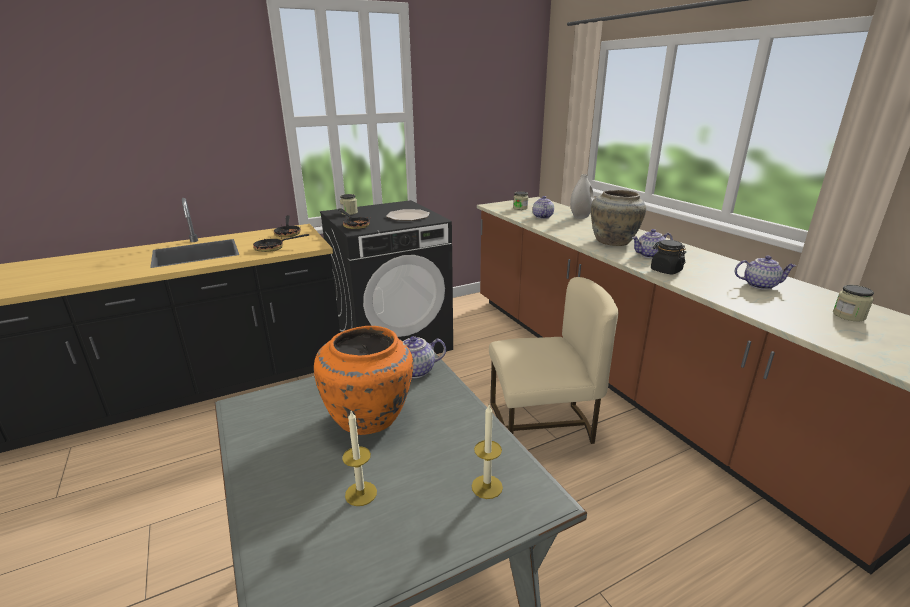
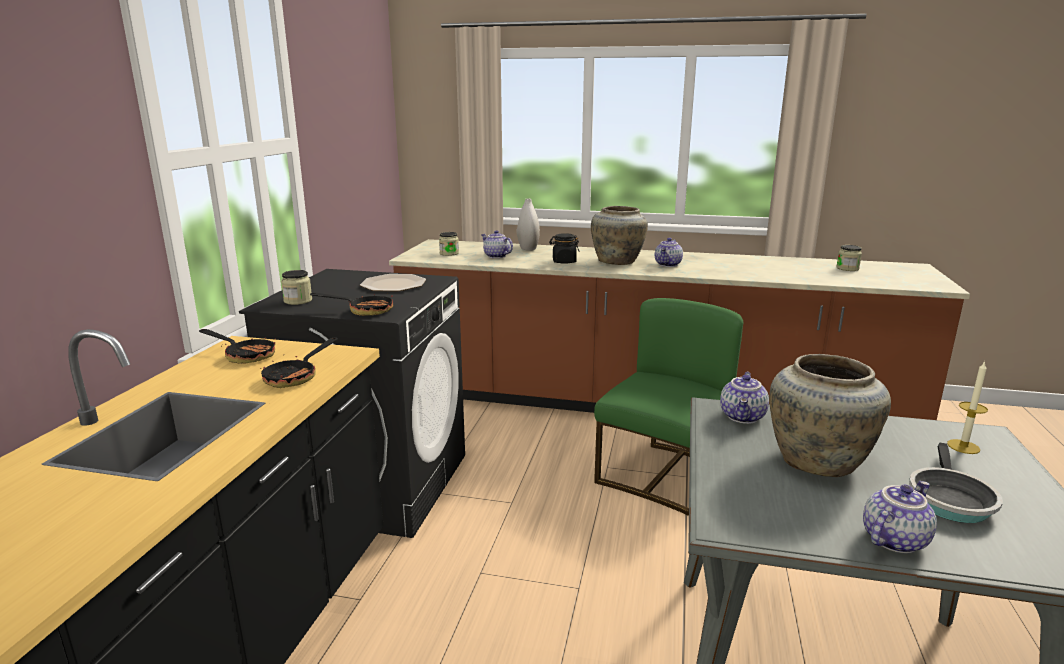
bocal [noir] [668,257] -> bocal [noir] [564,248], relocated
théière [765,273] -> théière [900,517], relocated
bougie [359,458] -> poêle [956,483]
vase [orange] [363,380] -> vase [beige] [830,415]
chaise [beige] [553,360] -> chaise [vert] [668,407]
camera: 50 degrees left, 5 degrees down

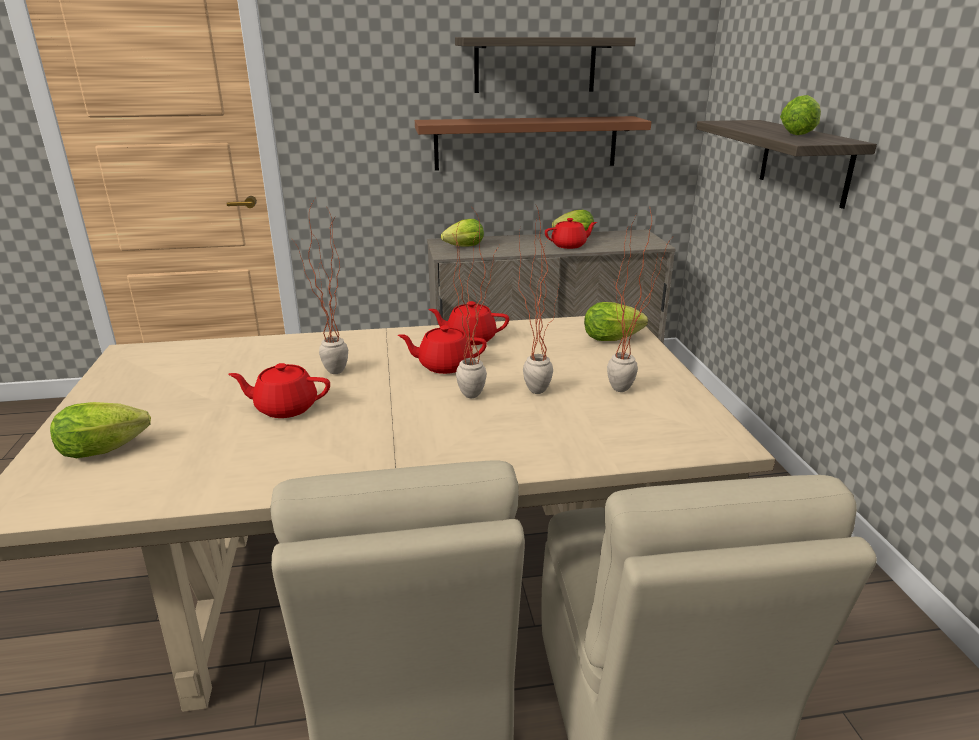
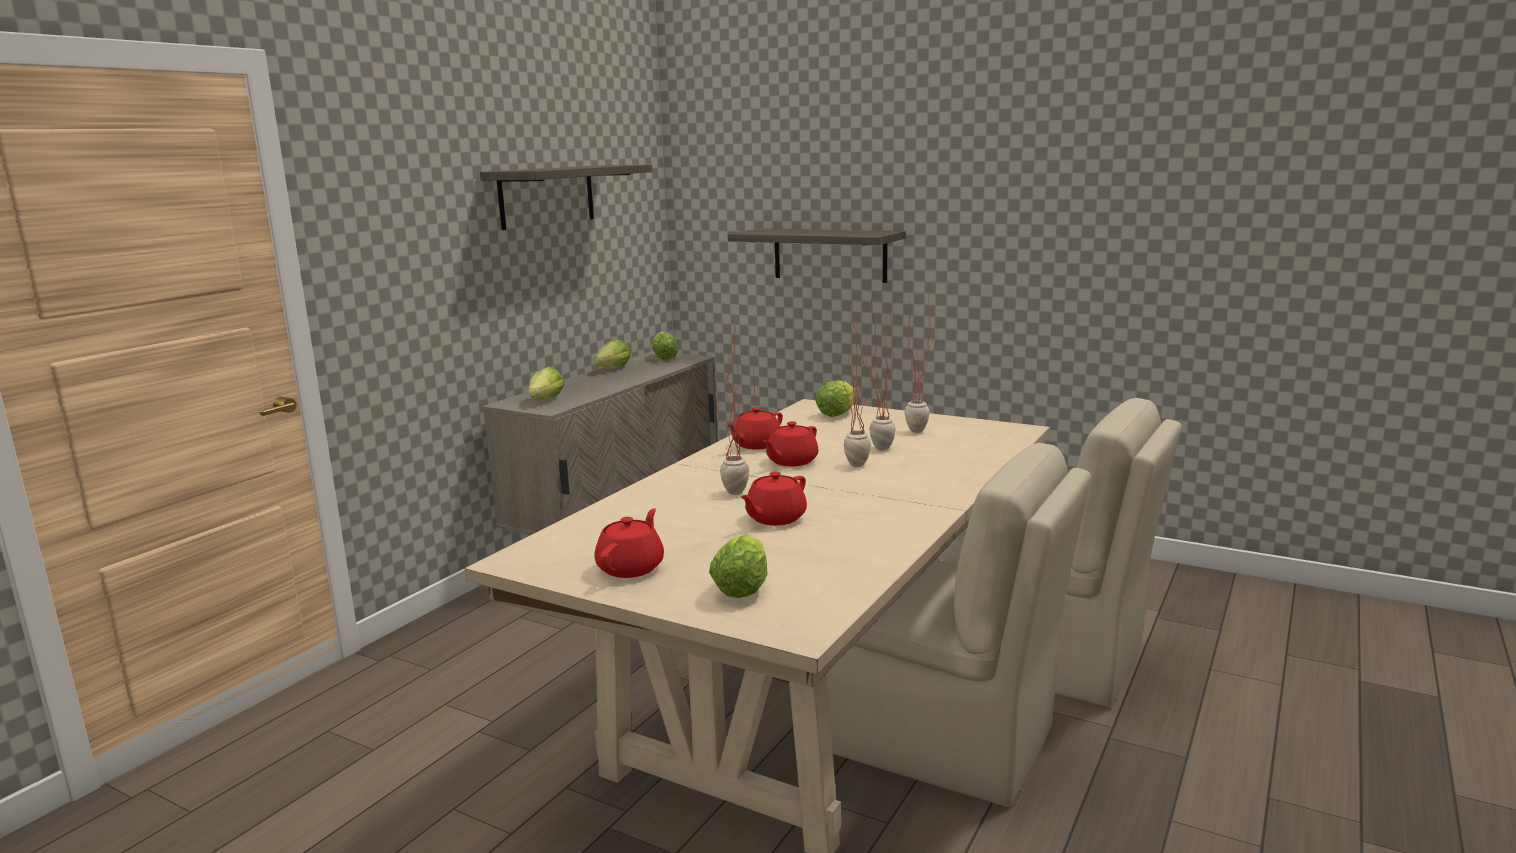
étagère [marron] [533,143] -> none
théière [rouge] [571,233] -> théière [rouge] [629,543], relocated
laitue [800,115] -> laitue [664,345], relocated
camera: 50 degrees left, 10 degrees down

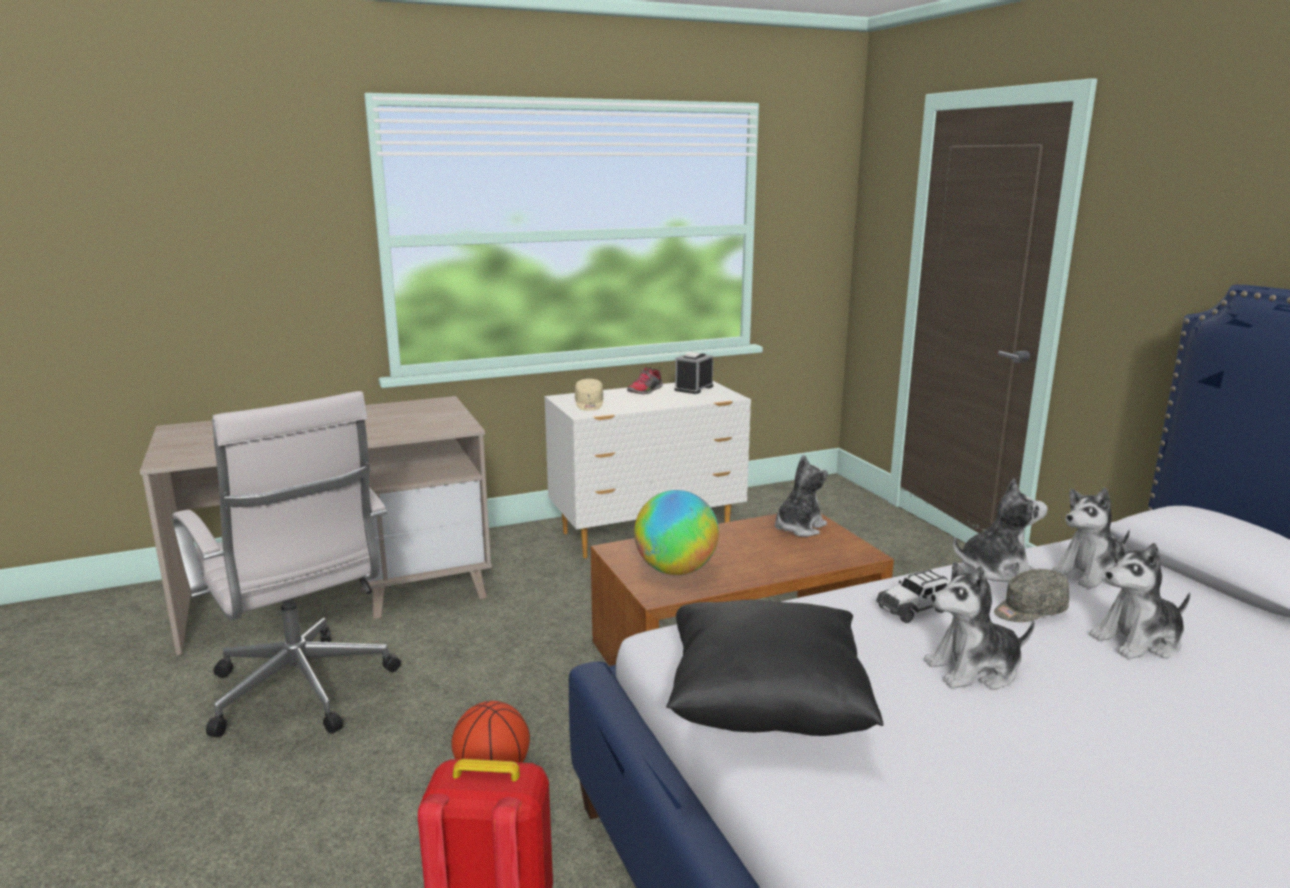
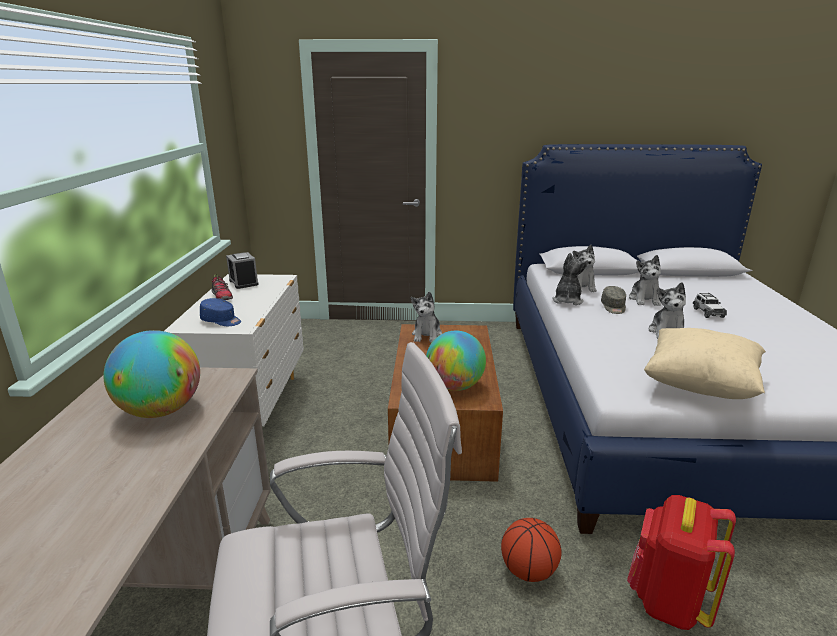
none -> globe [151,374]
petite voiture [913,596] -> petite voiture [710,305], relocated
casquette [beige] [589,395] -> casquette [bleu] [220,312]
coussin [noir] [774,668] -> coussin [beige] [705,363]
peluche [801,496] -> peluche [426,317], 150 degrees counterclockwise
camera: 65 degrees left, 5 degrees up

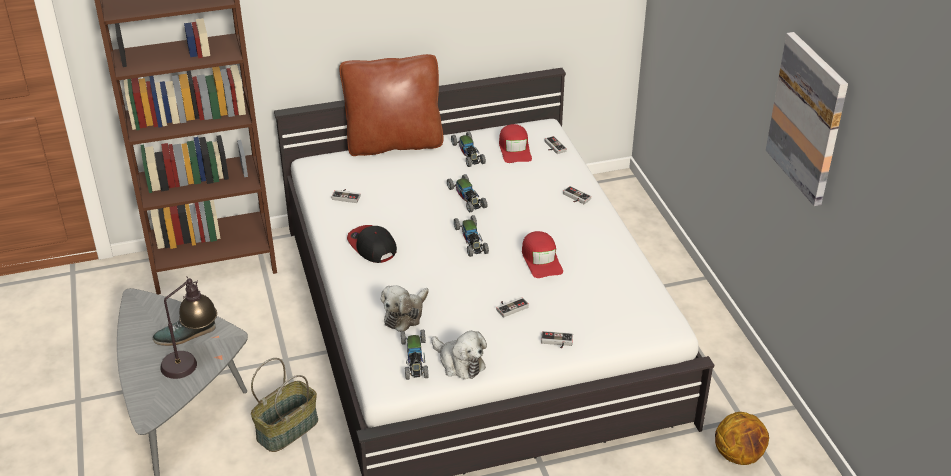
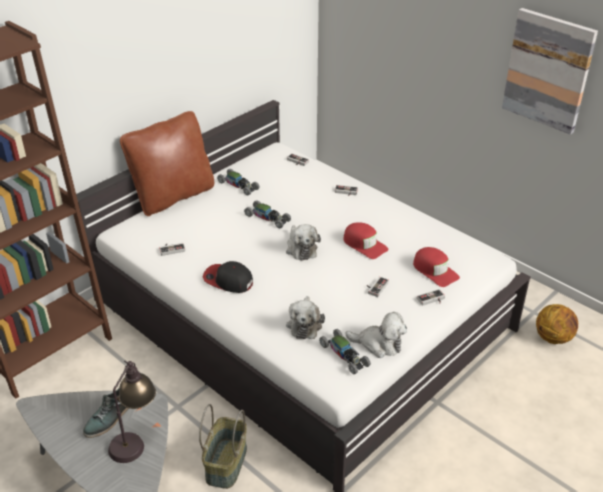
casquette [rouge] [515,143] -> casquette [rouge] [436,267], relocated
petite voiture [471,236] -> peluche [303,242]
camera: 30 degrees left, 0 degrees up

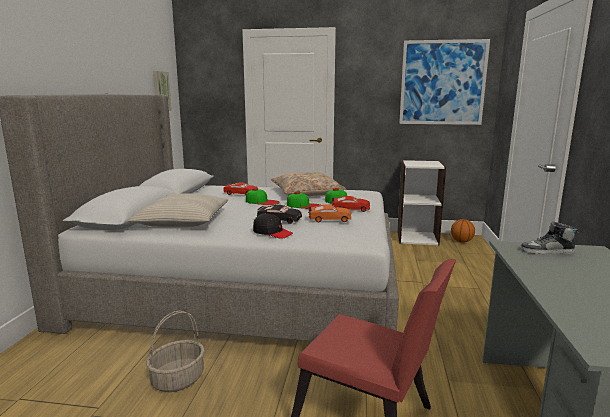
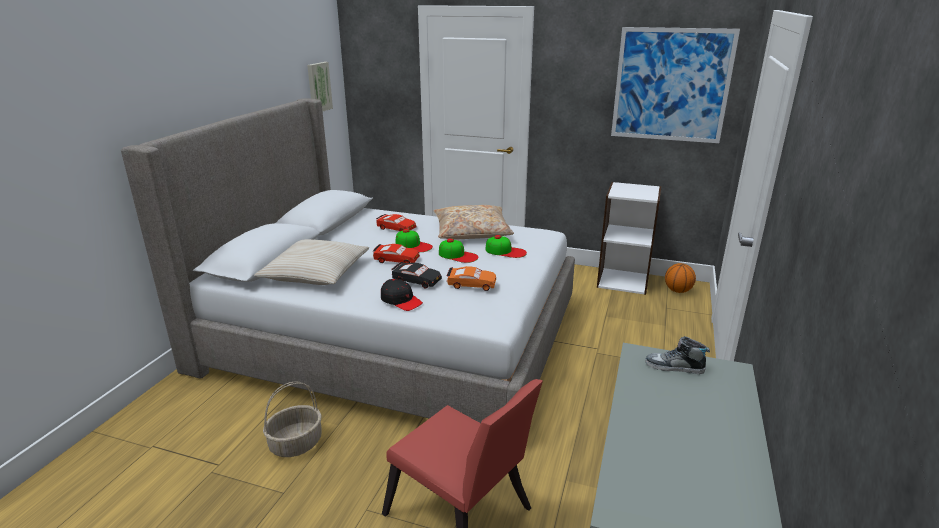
petite voiture [rouge] [351,204] -> petite voiture [rouge] [396,253], relocated
camera: 10 degrees right, 10 degrees up

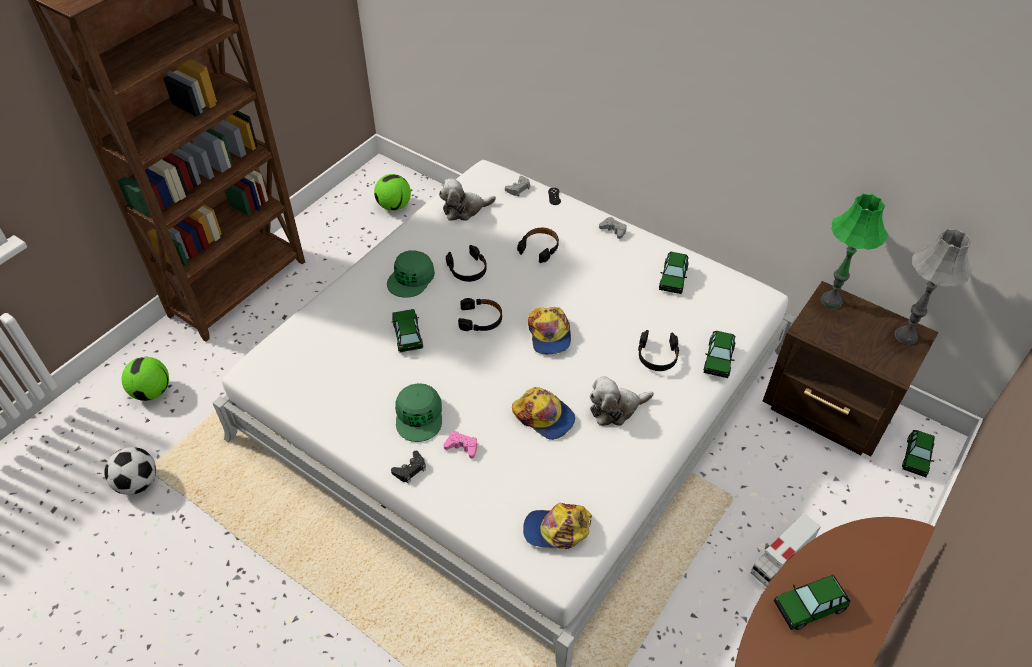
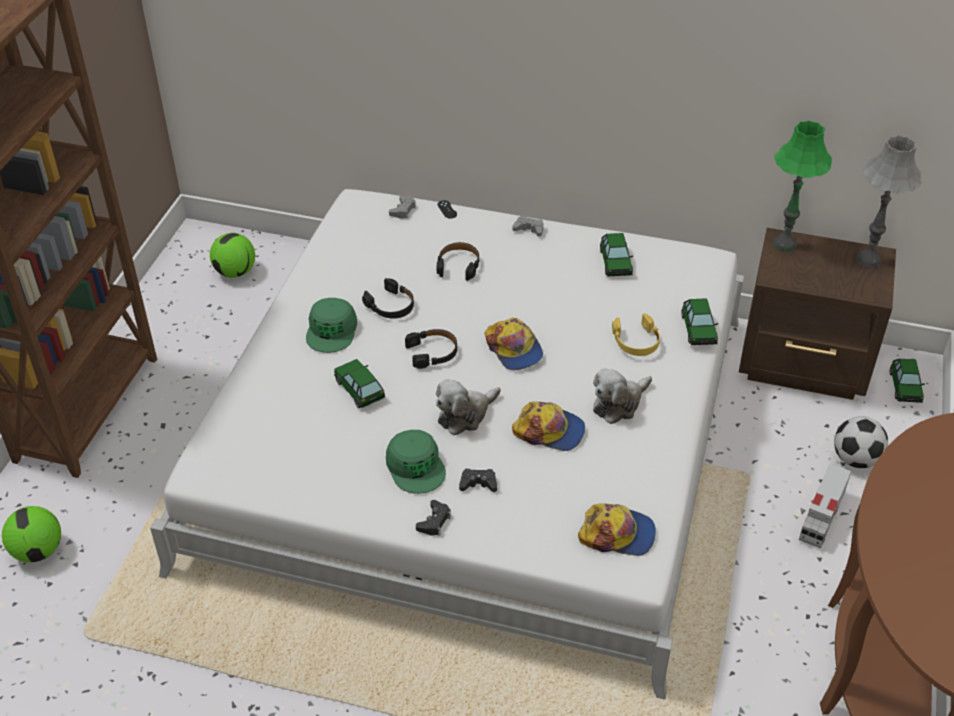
petite voiture [812,602] -> none
ballon de foot [130,471] -> ballon de foot [861,442], relocated
peluche [467,199] -> peluche [468,407], relocated
manette [rose] [460,444] -> manette [noir] [478,480]
casque audio [noir] [658,350] -> casque audio [jaune] [636,334]
casquette [557,526] -> casquette [617,529], 150 degrees counterclockwise
camera: 20 degrees left, 5 degrees down

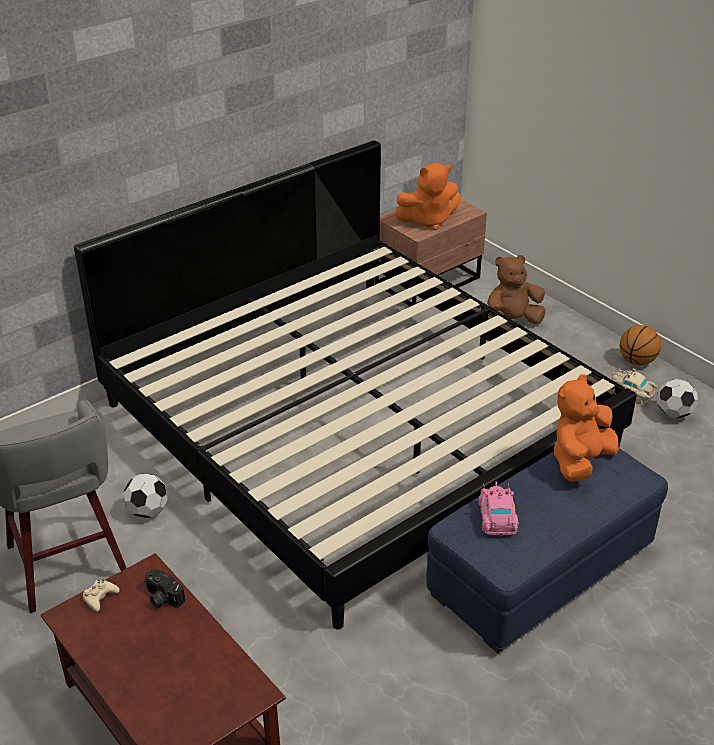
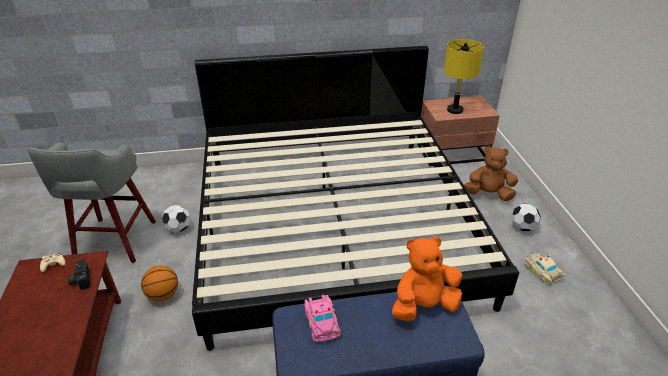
ballon de basket [640,345] -> ballon de basket [159,283], relocated
ballon de foot [677,398] -> ballon de foot [526,217], relocated
peluche [orange] [427,196] -> lampe de table [jaune] [464,76]
petite voiture [rose] [498,508] -> petite voiture [rose] [322,318], 135 degrees clockwise
camera: 30 degrees right, 0 degrees up

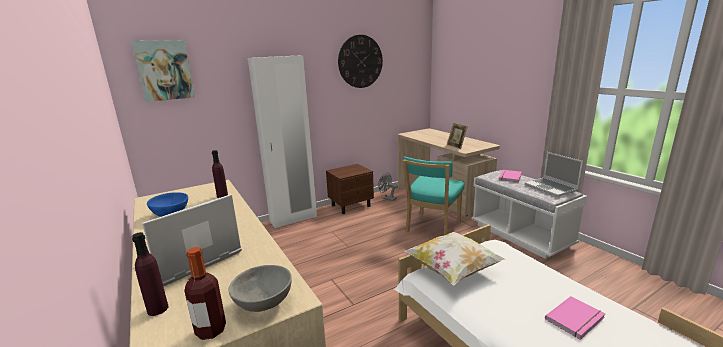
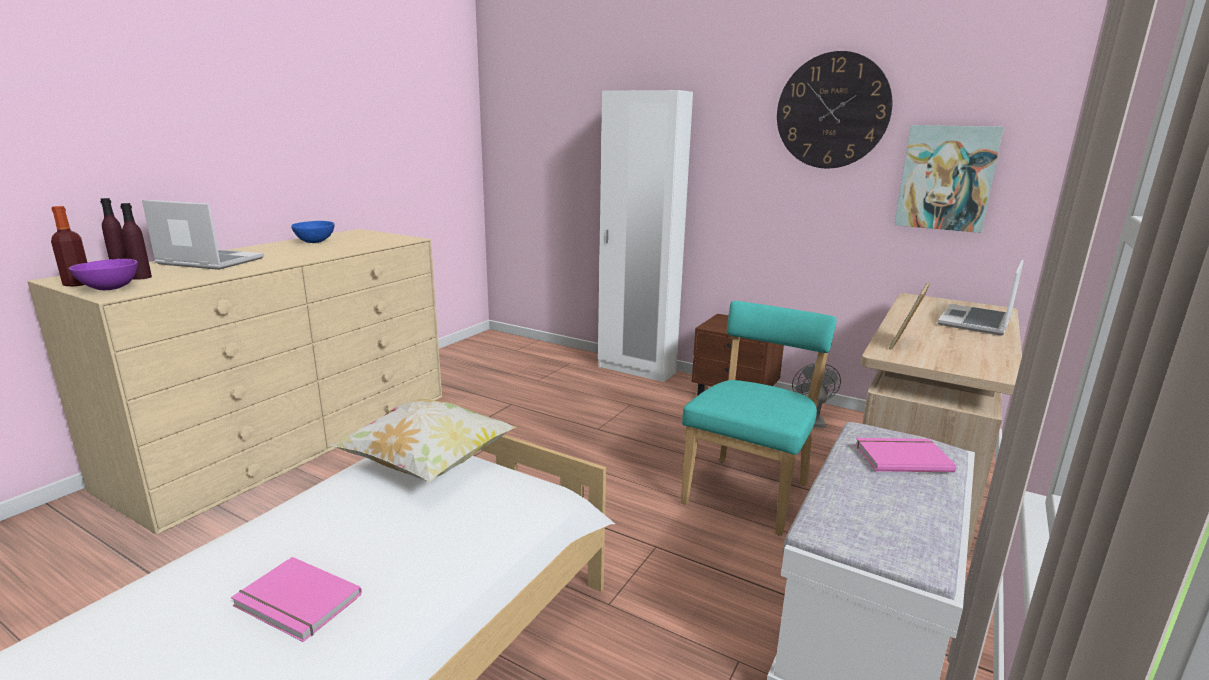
tableau [163,71] -> tableau [949,179], relocated
bouteille [violet] [220,174] -> bouteille [violet] [136,241], relocated
ordinateur portable [554,174] -> ordinateur portable [981,298], relocated
bol [gris] [260,288] -> bol [violet] [103,274]
chaise [turquoise] [433,195] -> chaise [turquoise] [759,418], 120 degrees clockwise
camera: 60 degrees right, 0 degrees up

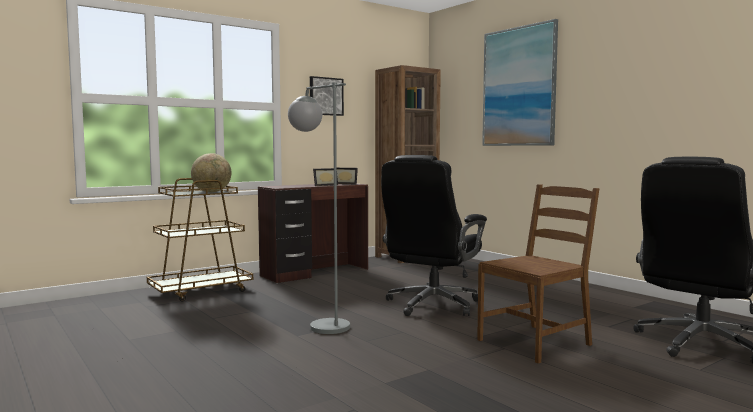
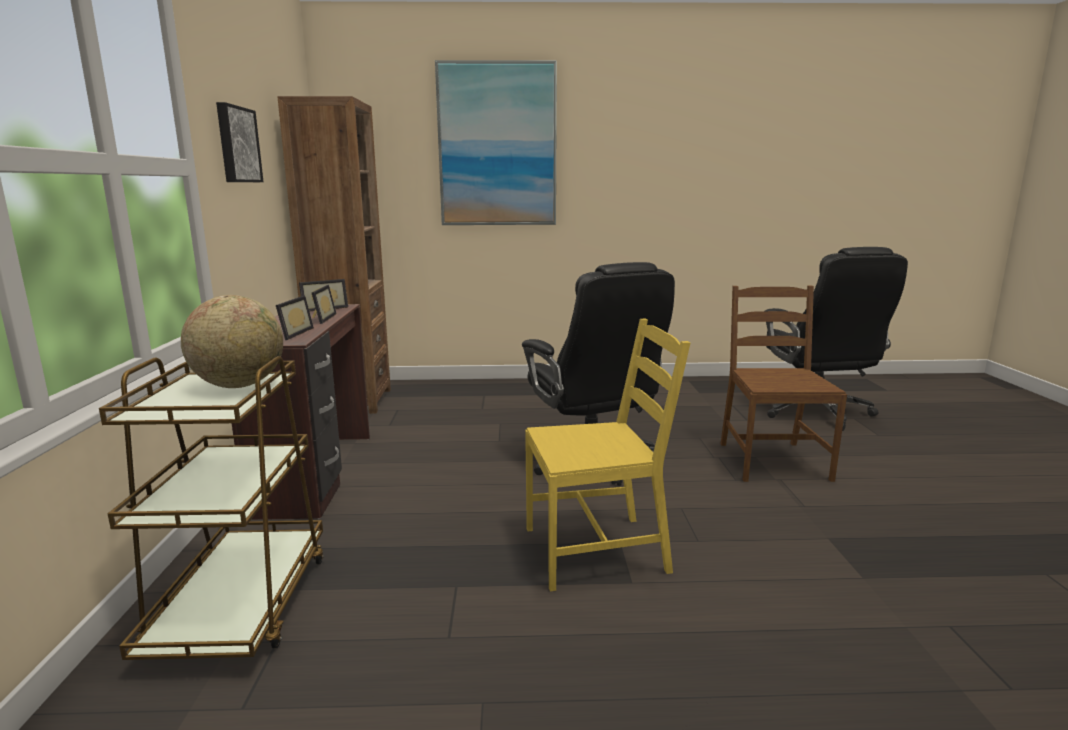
none -> cadre photo [295,318]
lampadaire [gris] [319,208] -> chaise [jaune] [607,455]
camera: 55 degrees left, 10 degrees up

